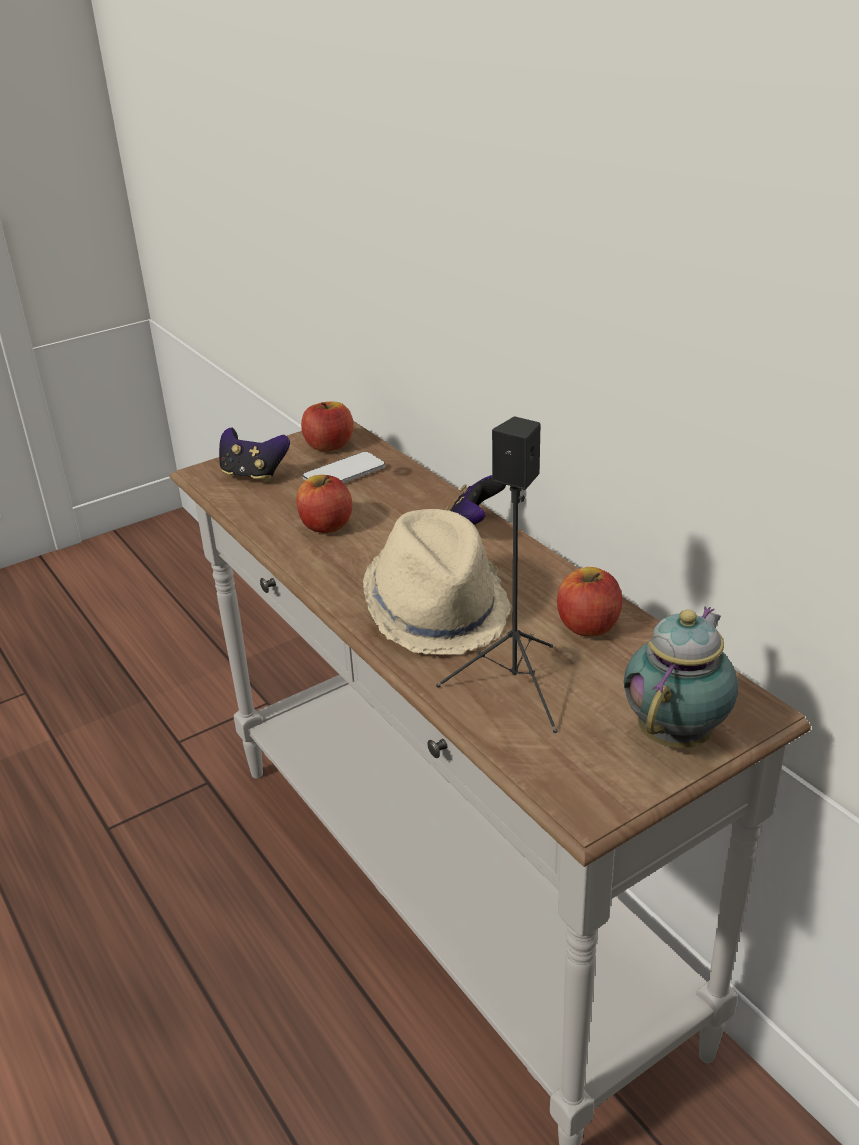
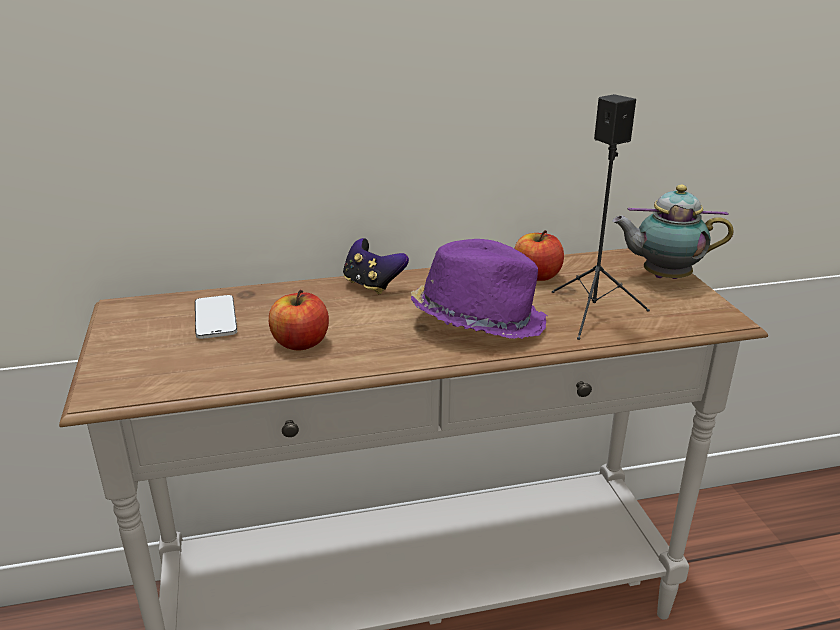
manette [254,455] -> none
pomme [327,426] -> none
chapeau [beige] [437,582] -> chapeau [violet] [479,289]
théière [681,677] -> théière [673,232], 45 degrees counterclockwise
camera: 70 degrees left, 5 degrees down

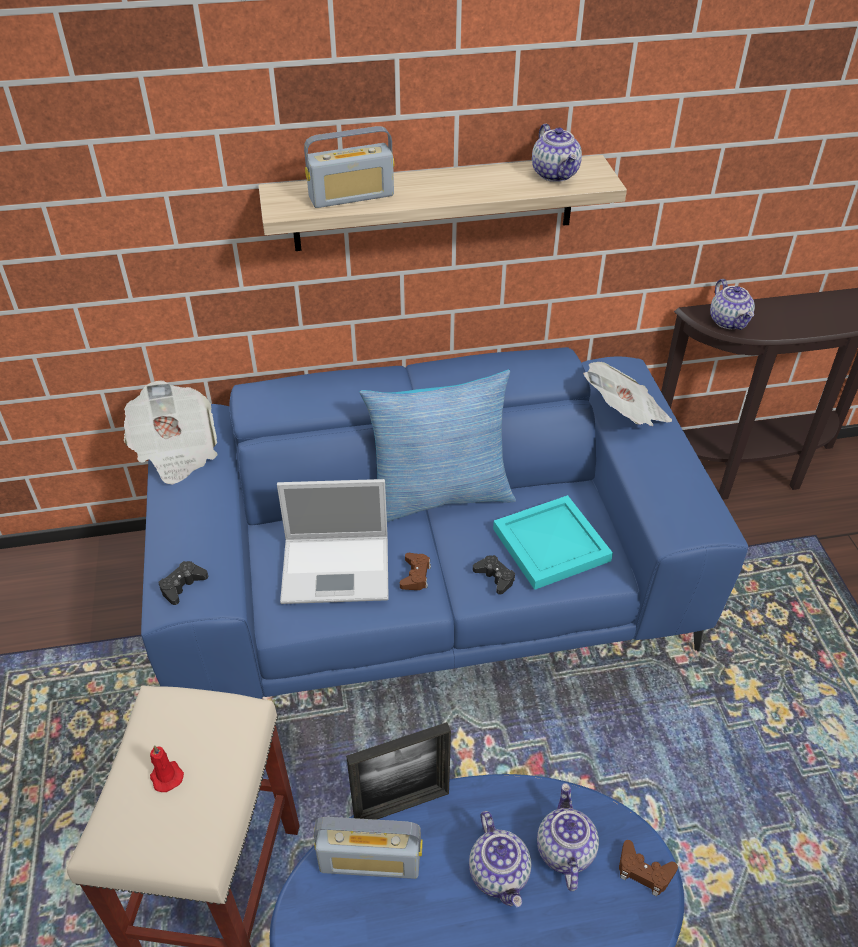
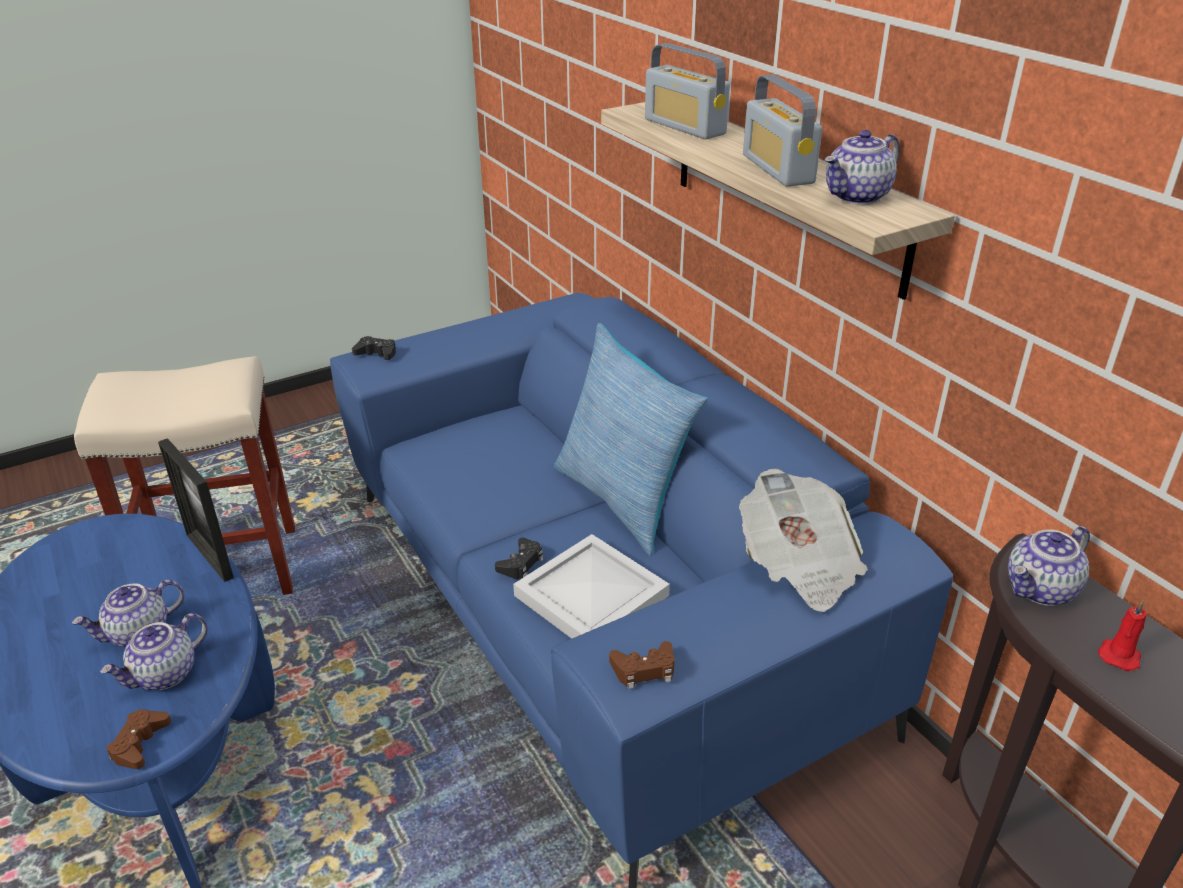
journal [170,432] -> none
ordinateur portable [333,541] -> none
bougie [rouge] [167,768] -> bougie [rouge] [1122,635], relocated
radio [368,848] -> radio [782,131], relocated
manette [marron] [415,571] -> manette [marron] [642,665], relocated
plateau [turquoise] [553,542] -> plateau [blanc] [591,586]
théière [568,837] -> théière [154,651], 150 degrees clockwise
camera: 70 degrees right, 10 degrees down

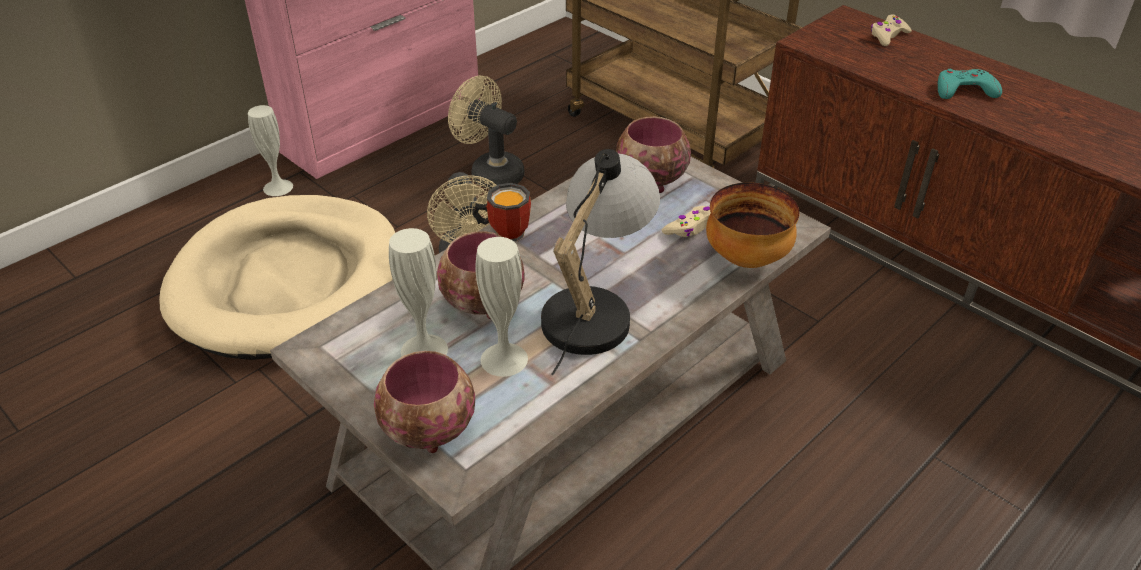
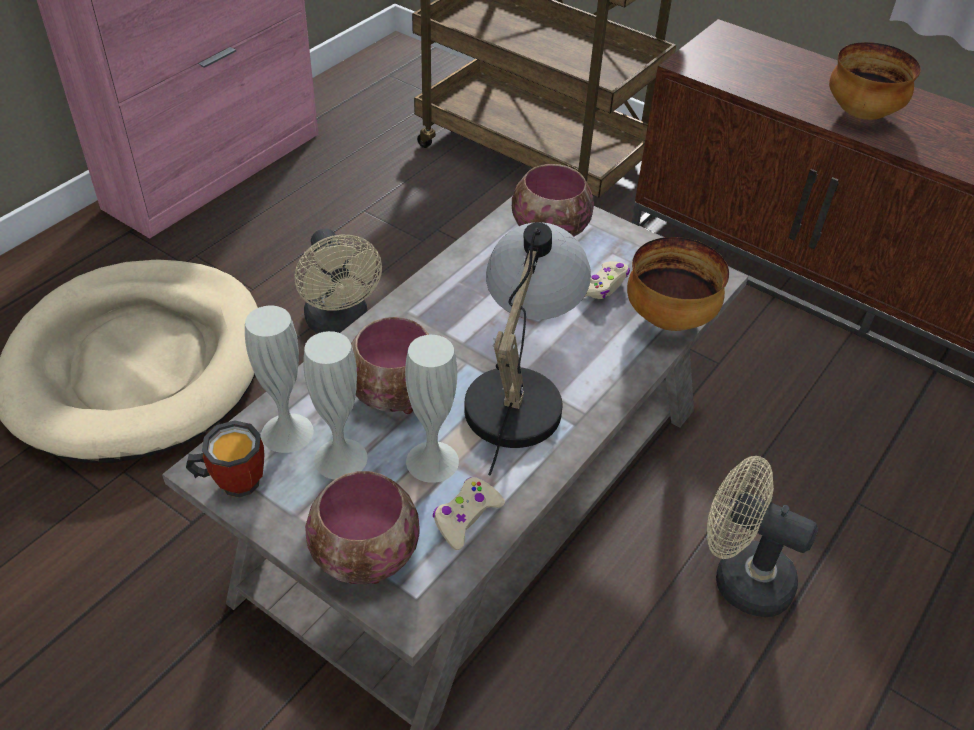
vase [blanc] [270,150] -> vase [blanc] [279,379], relocated
ventilateur [beige] [486,132] -> ventilateur [beige] [762,536], relocated
mug [502,212] -> mug [225,459], relocated
manette [beige] [891,30] -> manette [beige] [469,513], relocated
manette [turquoise] [970,84] -> bol [875,81]
camera: 10 degrees left, 5 degrees up

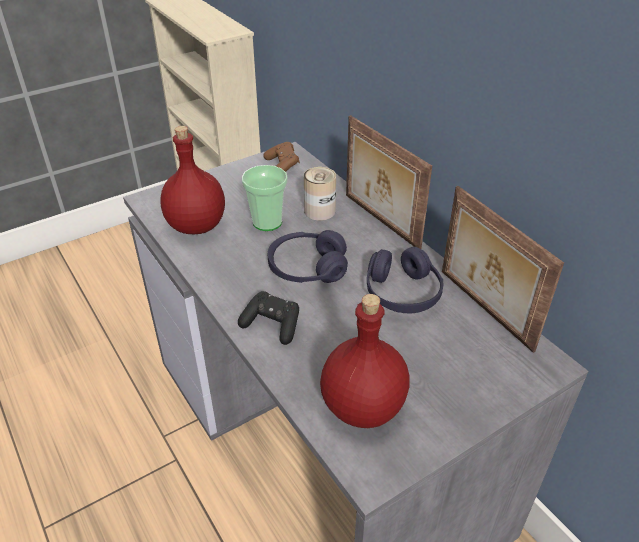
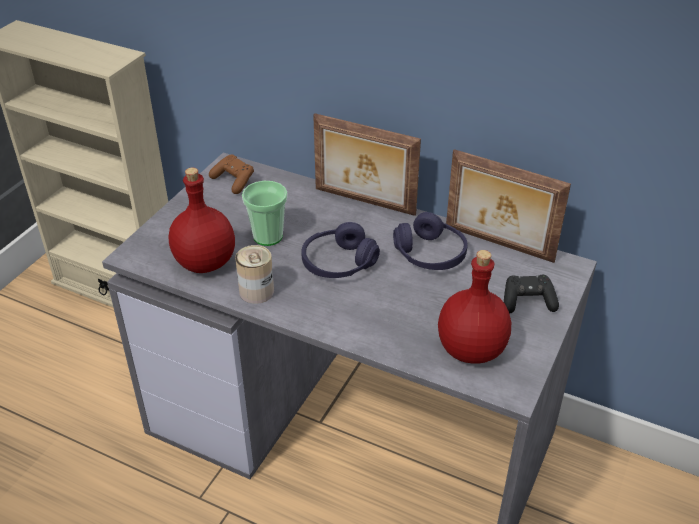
manette [noir] [268,318] -> manette [noir] [531,294], relocated
boîte métallique [320,194] -> boîte métallique [254,274], relocated
camera: 30 degrees left, 0 degrees up

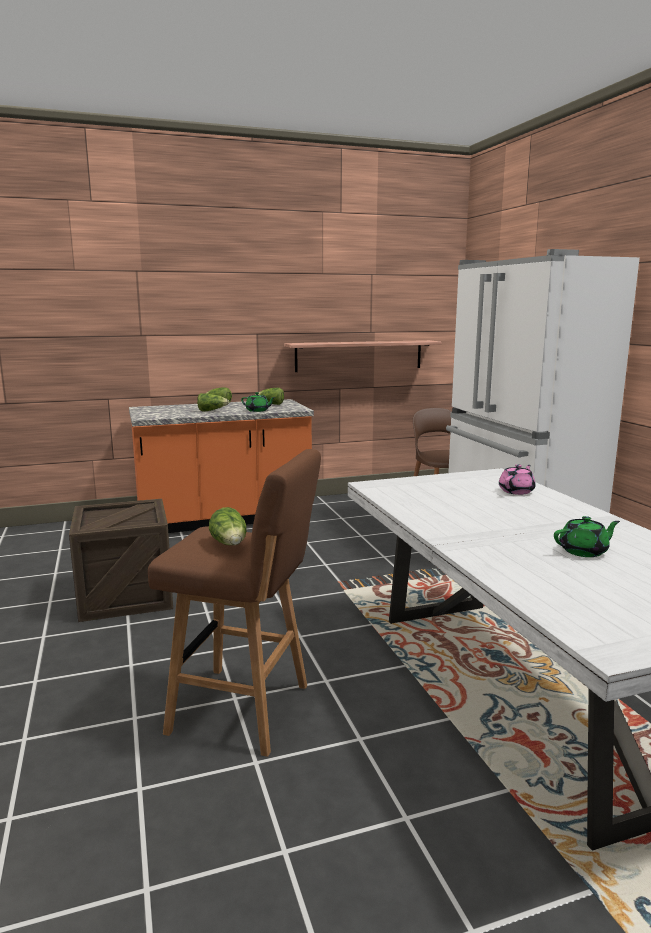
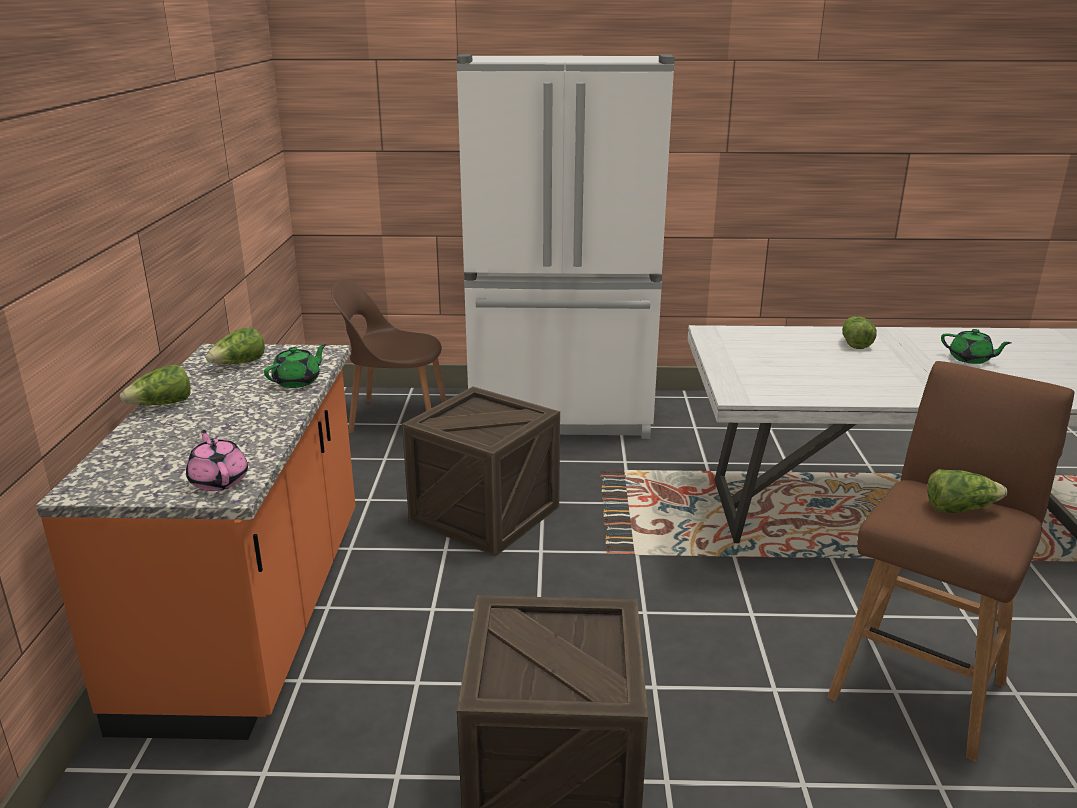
étagère [362,356] -> none
none -> caisse [481,472]
laitue [213,402] -> laitue [859,332], relocated
théière [rose] [517,479] -> théière [rose] [217,460], relocated
théière [vert] [587,536] -> théière [vert] [976,346], 120 degrees clockwise
camera: 70 degrees left, 10 degrees up

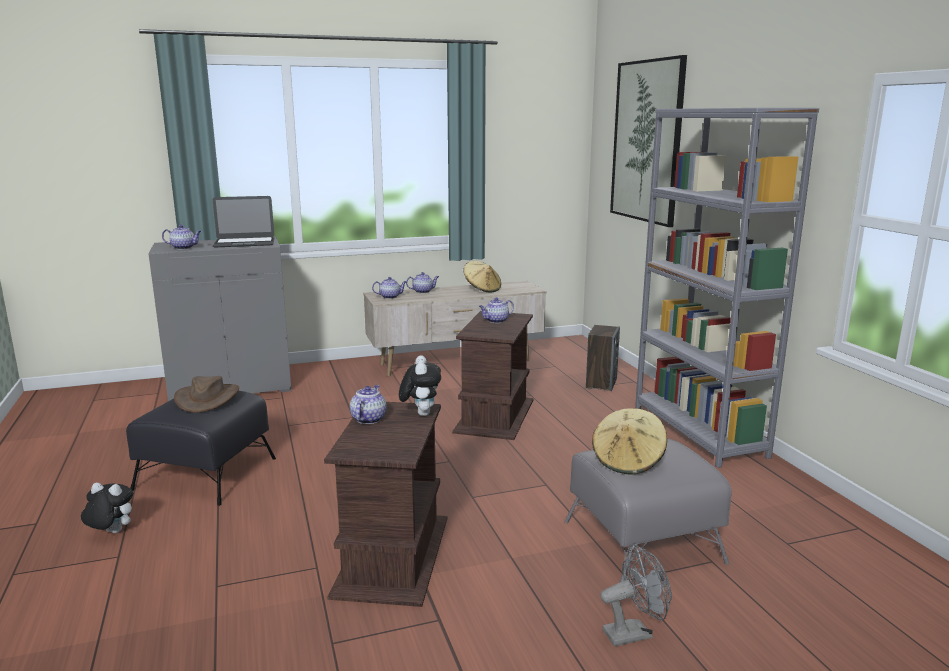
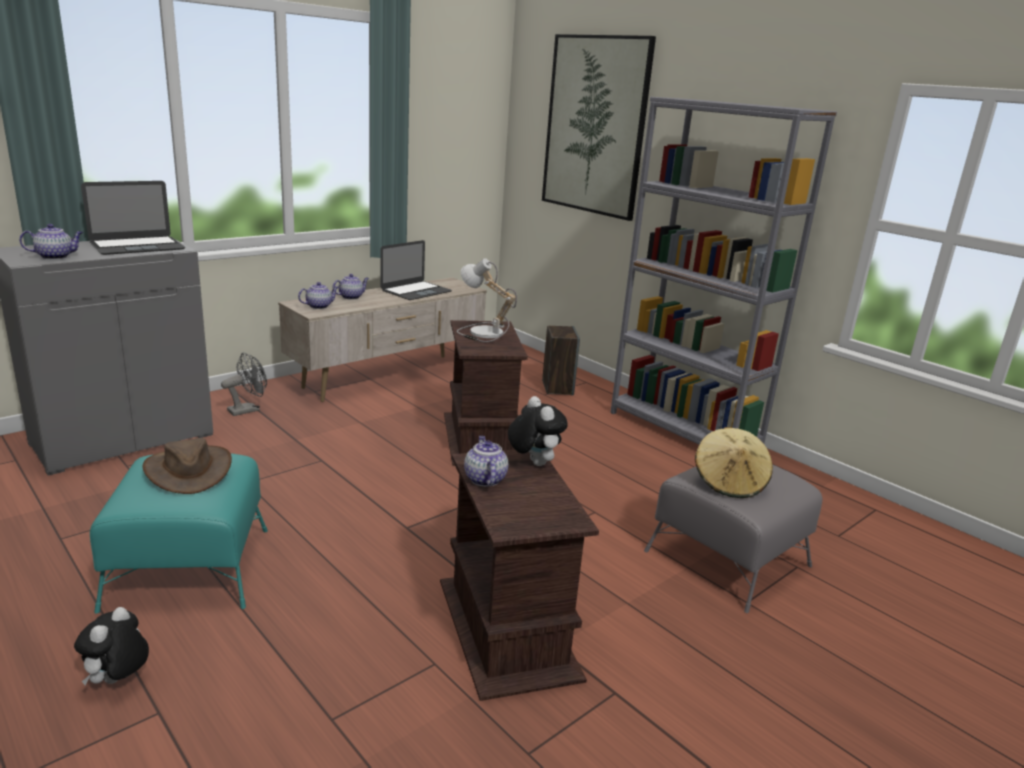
ventilateur [gris] [636,596] -> ventilateur [gris] [244,384], relocated
chapeau [beige] [482,276] -> ordinateur portable [416,270]
théière [496,310] -> lampe de table [487,300]
pouf [noir] [201,448] -> pouf [turquoise] [179,534]
peluche [107,508] -> peluche [111,646], 60 degrees counterclockwise
camera: 25 degrees left, 5 degrees up

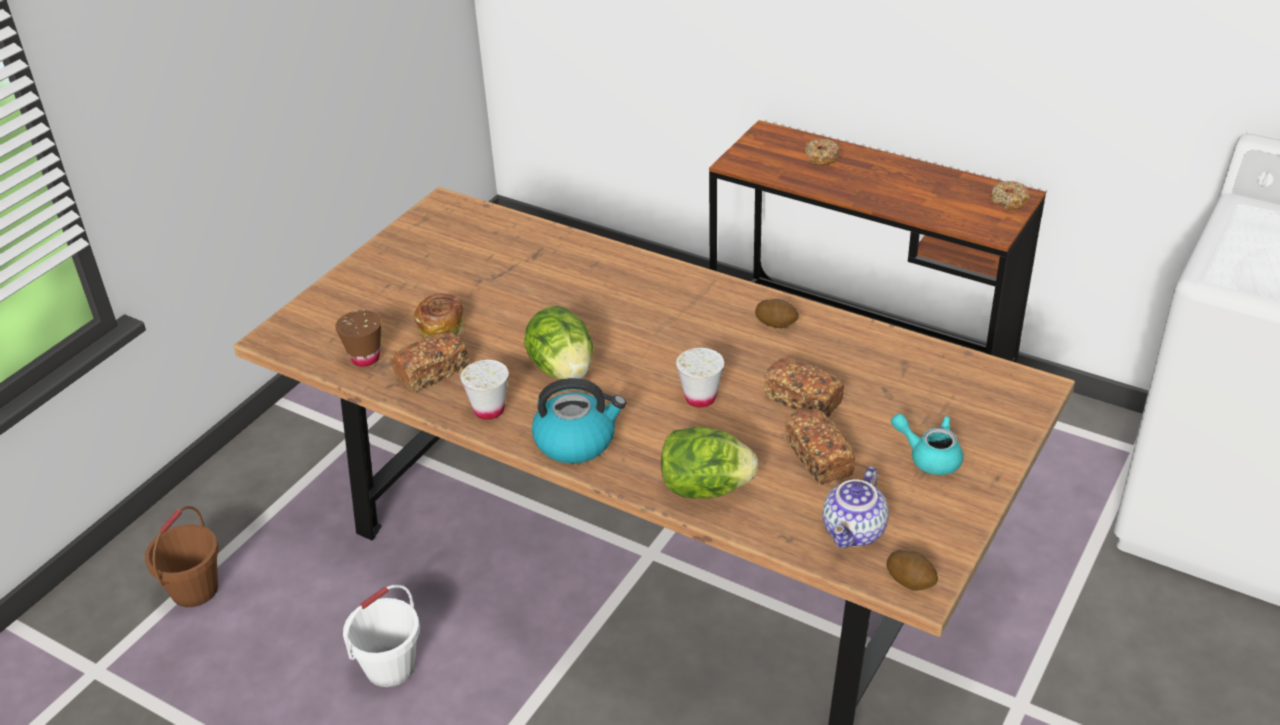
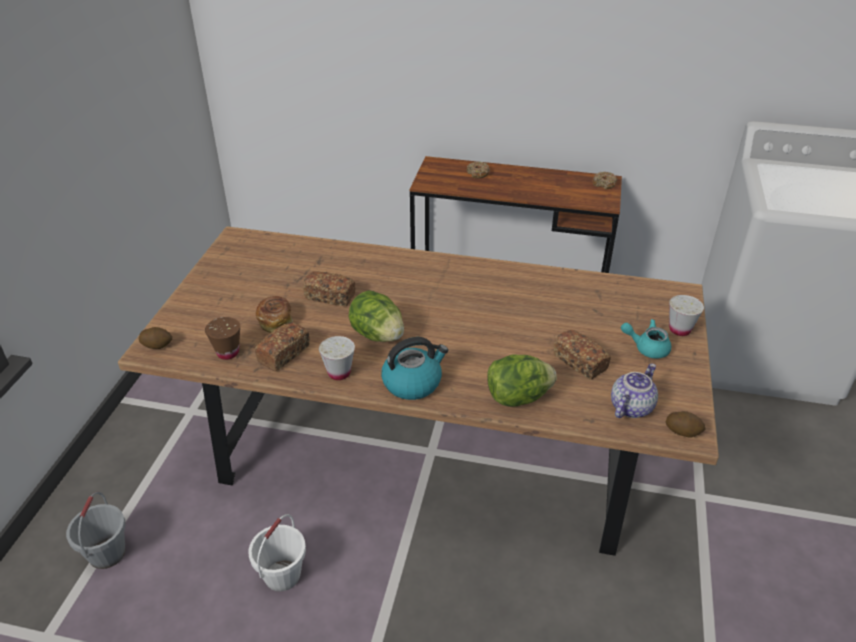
tasse [blanc] [700,377] -> tasse [blanc] [686,315], relocated
pomme de terre [777,313] -> pomme de terre [155,338], relocated
pain [804,387] -> pain [329,289], relocated
seau [marron] [182,556] -> seau [gris] [96,530]
théière [856,507] -> théière [634,391], 150 degrees counterclockwise
camera: 20 degrees left, 0 degrees up

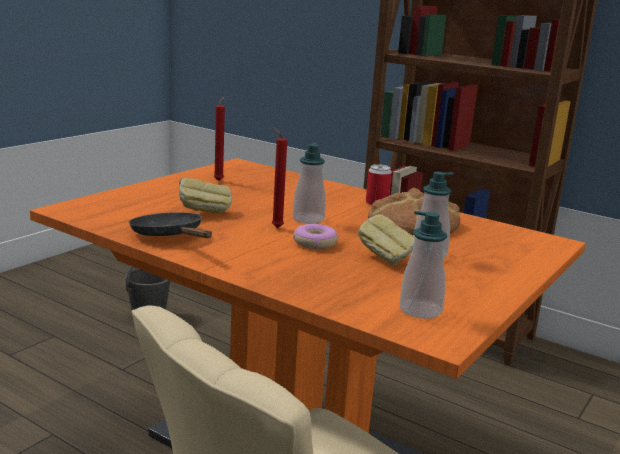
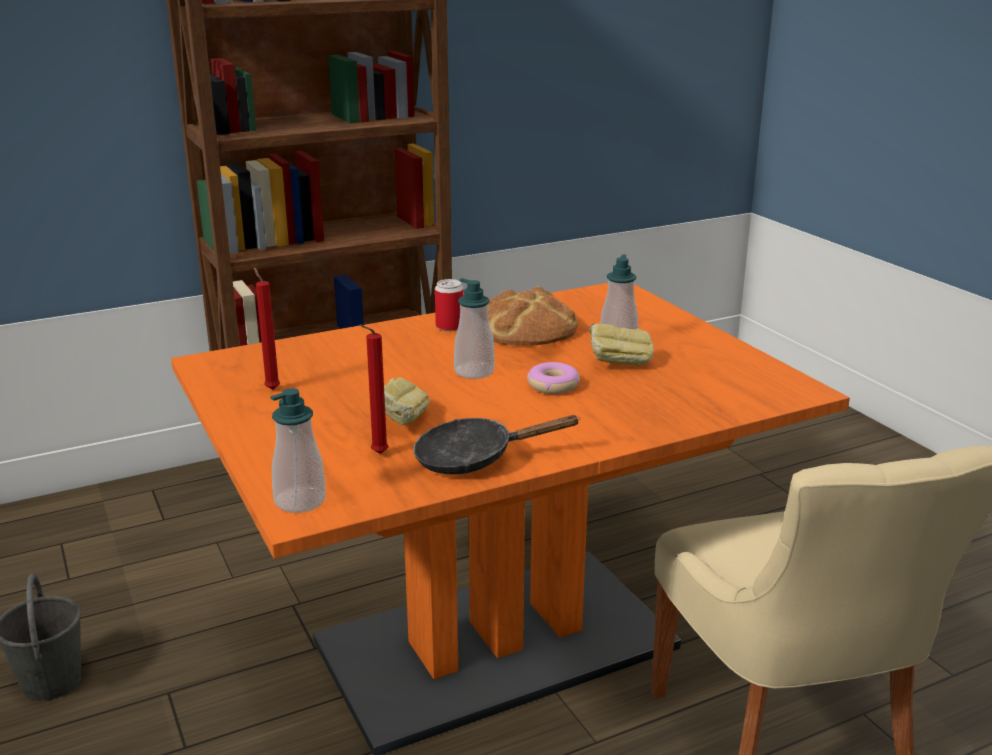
bougie [rouge] [279,177] -> bougie [rouge] [374,389], relocated
distributeur de savon [423,265] -> distributeur de savon [298,450], relocated
camera: 60 degrees left, 5 degrees up

